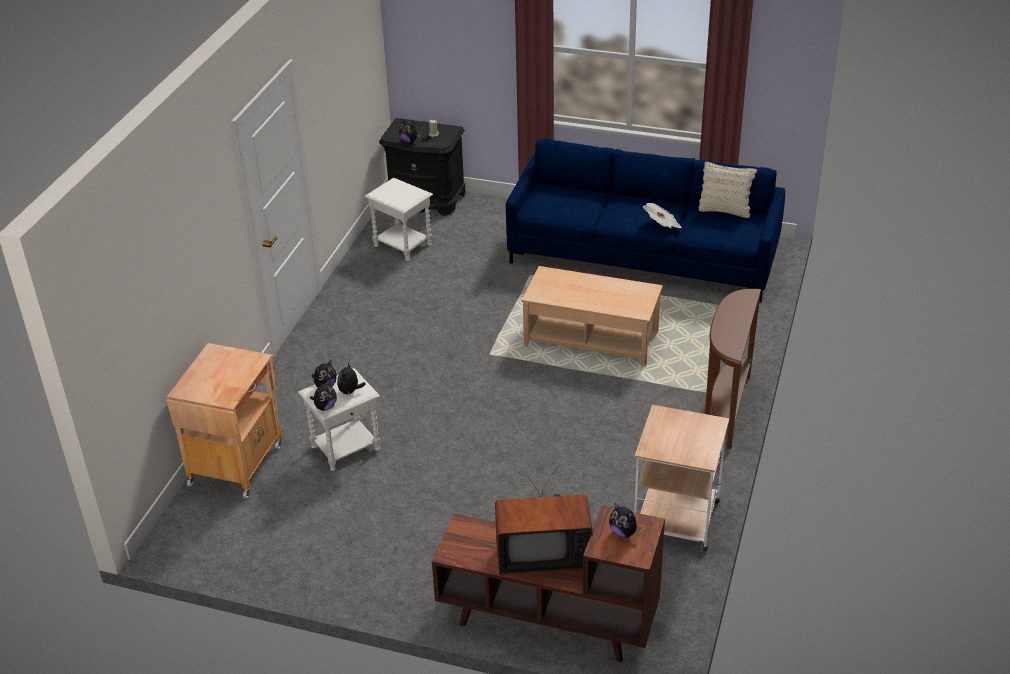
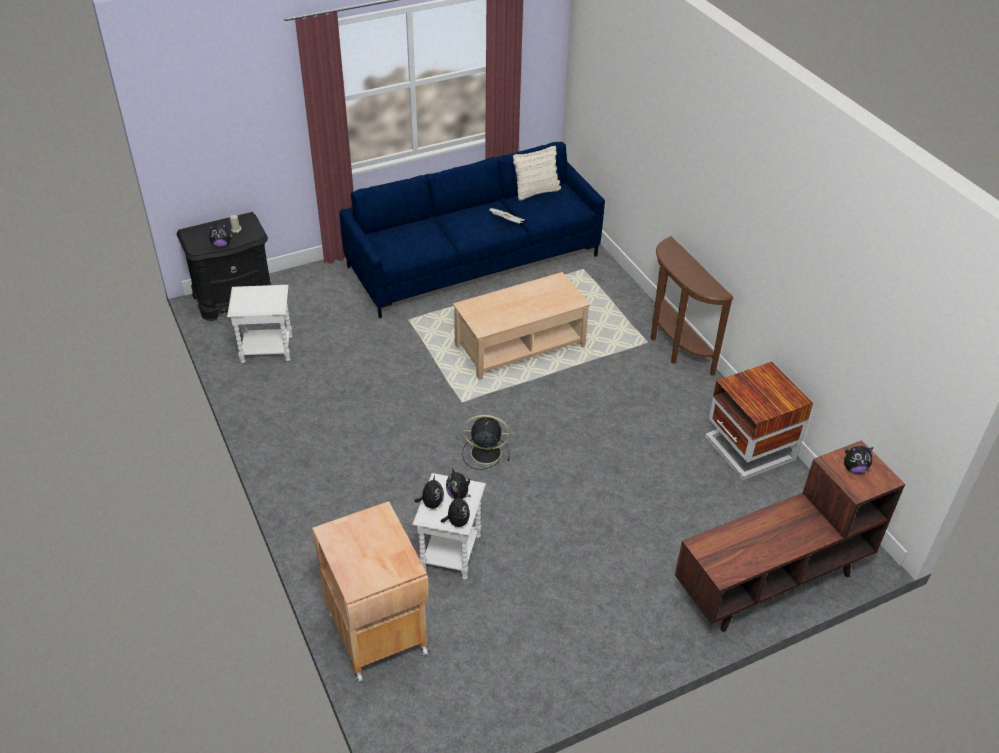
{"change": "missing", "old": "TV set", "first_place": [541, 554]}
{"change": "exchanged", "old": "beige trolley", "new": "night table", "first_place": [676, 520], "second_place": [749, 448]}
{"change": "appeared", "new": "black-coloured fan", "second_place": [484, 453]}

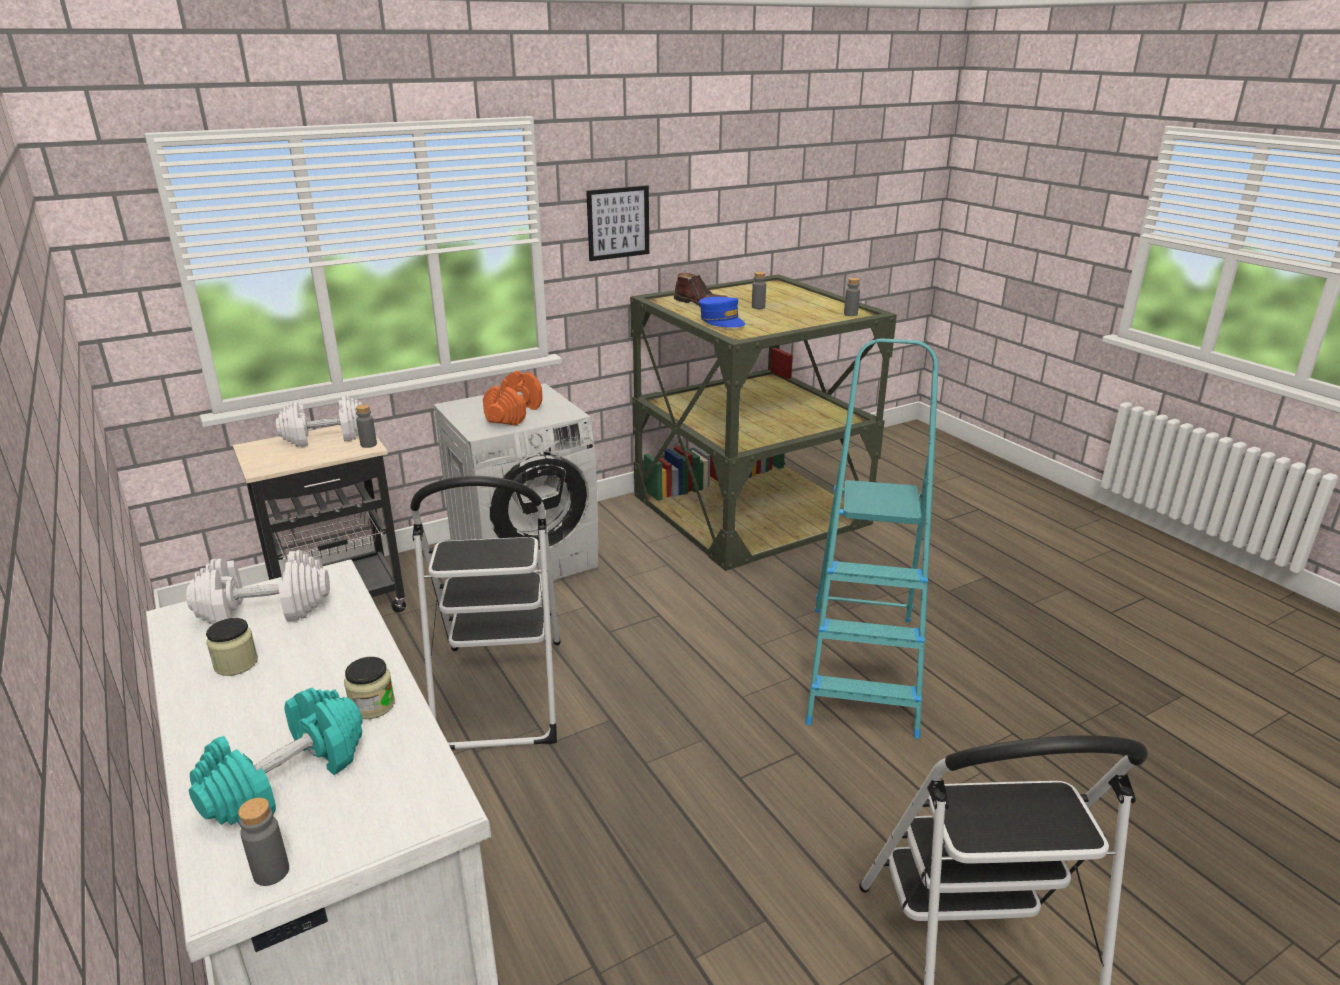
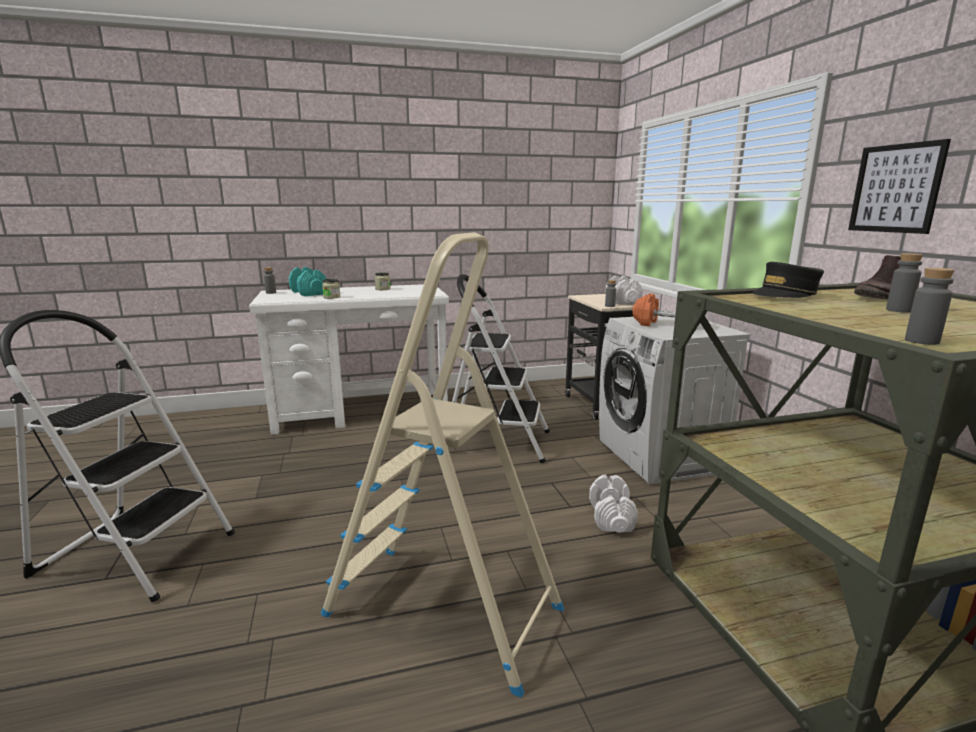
{"change": "relocated", "old": "whitish hand weight", "first_place": [264, 610], "second_place": [611, 516]}
{"change": "colour", "old": "blue-coloured baseball cap", "new": "black-coloured baseball cap", "first_place": [721, 321], "second_place": [785, 294]}
{"change": "colour", "old": "turquoise step stool", "new": "beige step stool", "first_place": [862, 667], "second_place": [441, 611]}

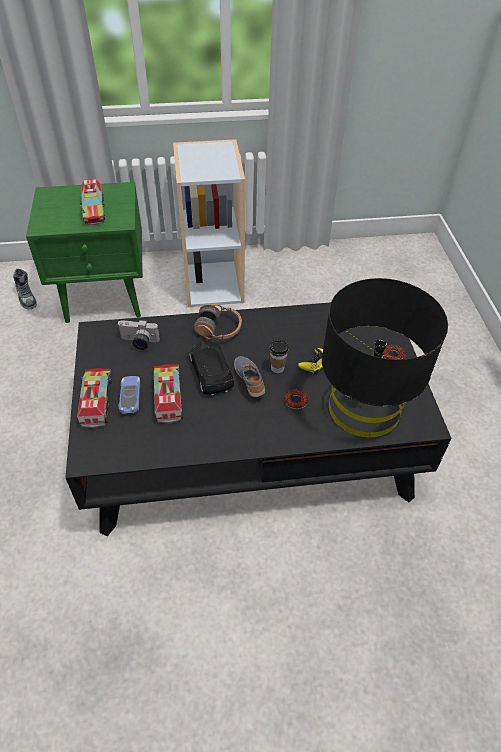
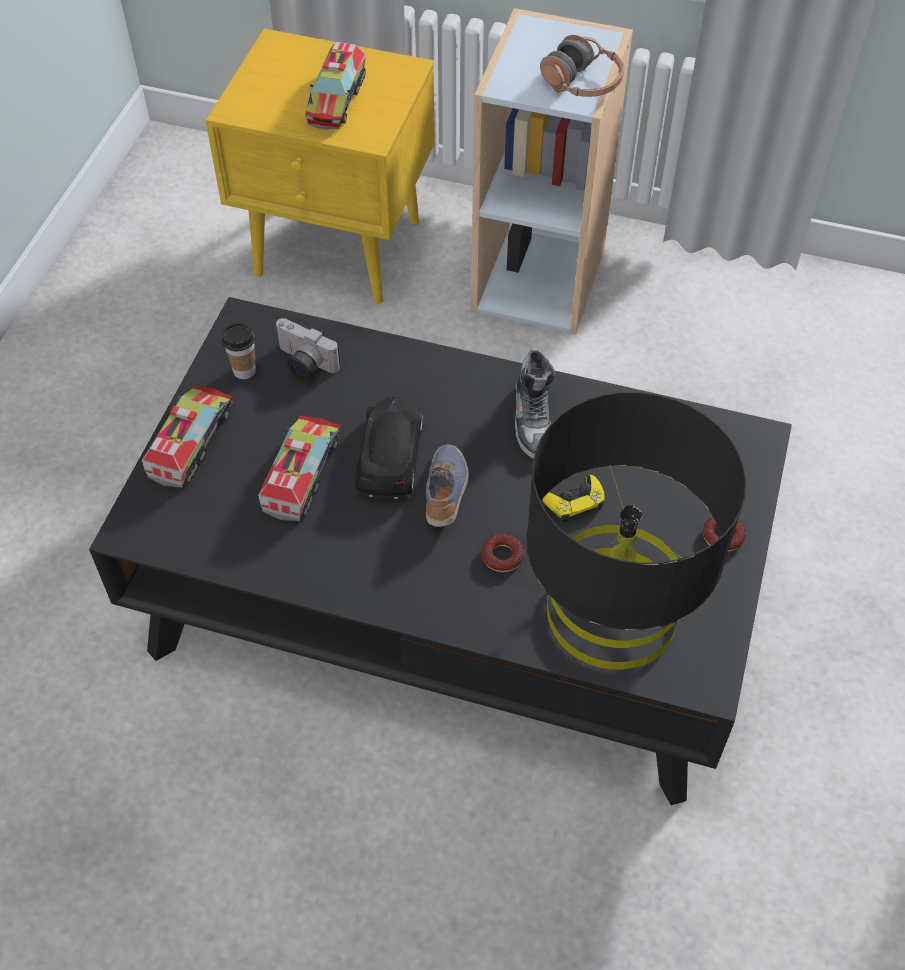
{"change": "relocated", "old": "item of footwear", "first_place": [26, 297], "second_place": [533, 420]}
{"change": "colour", "old": "greenish night table", "new": "yellowish night table", "first_place": [105, 297], "second_place": [340, 248]}
{"change": "missing", "old": "toy car", "first_place": [130, 397]}
{"change": "relocated", "old": "pair of headphones", "first_place": [218, 329], "second_place": [582, 83]}
{"change": "relocated", "old": "cup", "first_place": [277, 368], "second_place": [244, 370]}

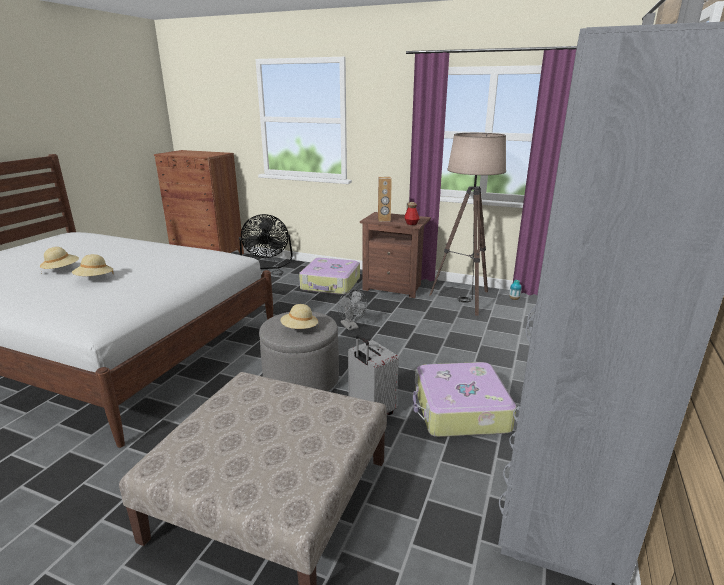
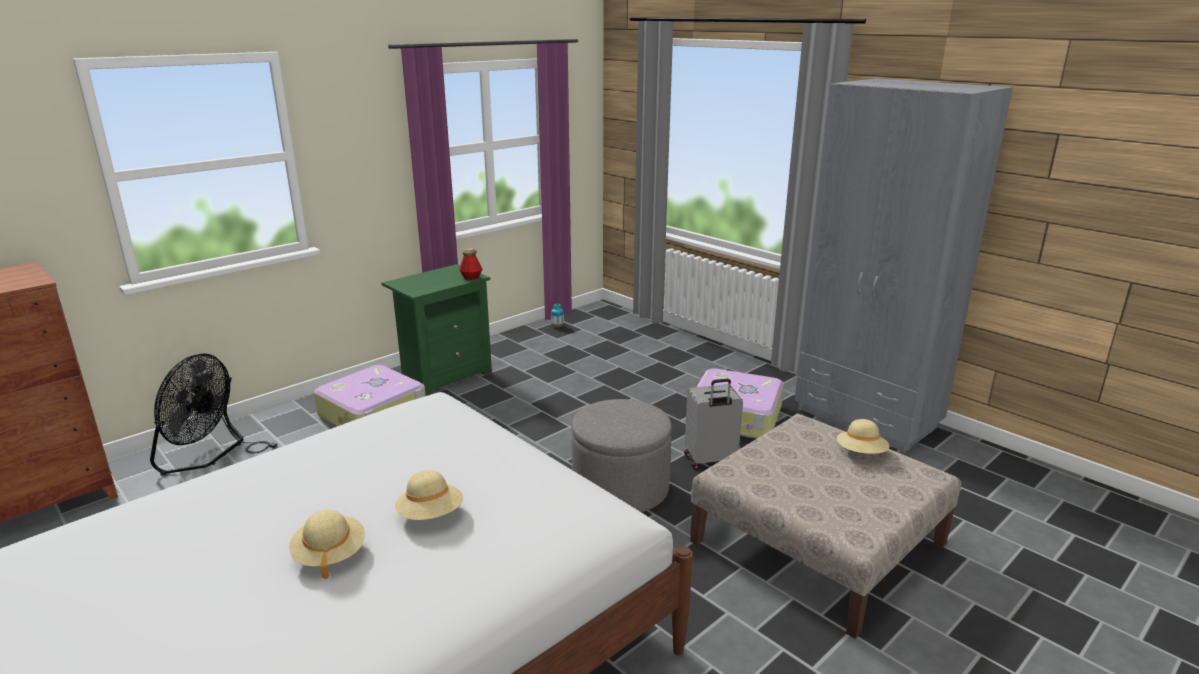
{"change": "relocated", "old": "beige hat", "first_place": [299, 329], "second_place": [861, 453]}
{"change": "missing", "old": "grey fan", "first_place": [351, 327]}
{"change": "colour", "old": "brownish night table", "new": "greenish night table", "first_place": [394, 287], "second_place": [445, 375]}
{"change": "missing", "old": "brownish speaker", "first_place": [384, 220]}
{"change": "missing", "old": "floor lamp", "first_place": [464, 300]}

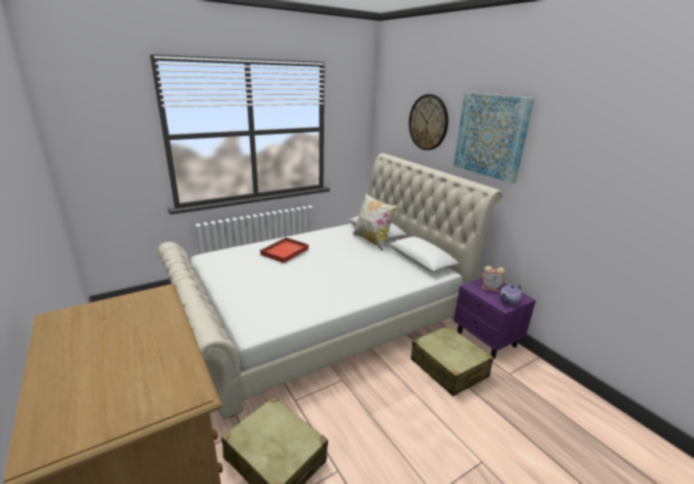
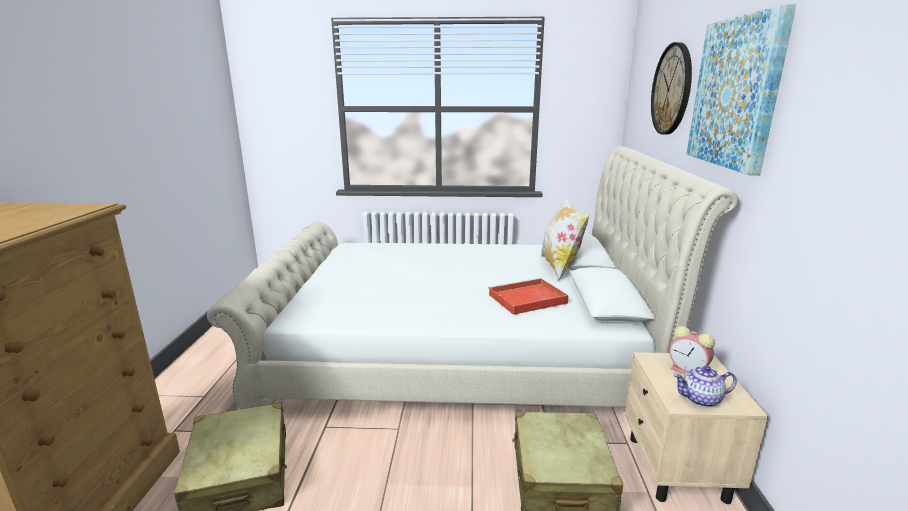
{"change": "relocated", "old": "red-coloured tray", "first_place": [284, 252], "second_place": [526, 299]}
{"change": "colour", "old": "purple night table", "new": "beige night table", "first_place": [486, 339], "second_place": [676, 468]}

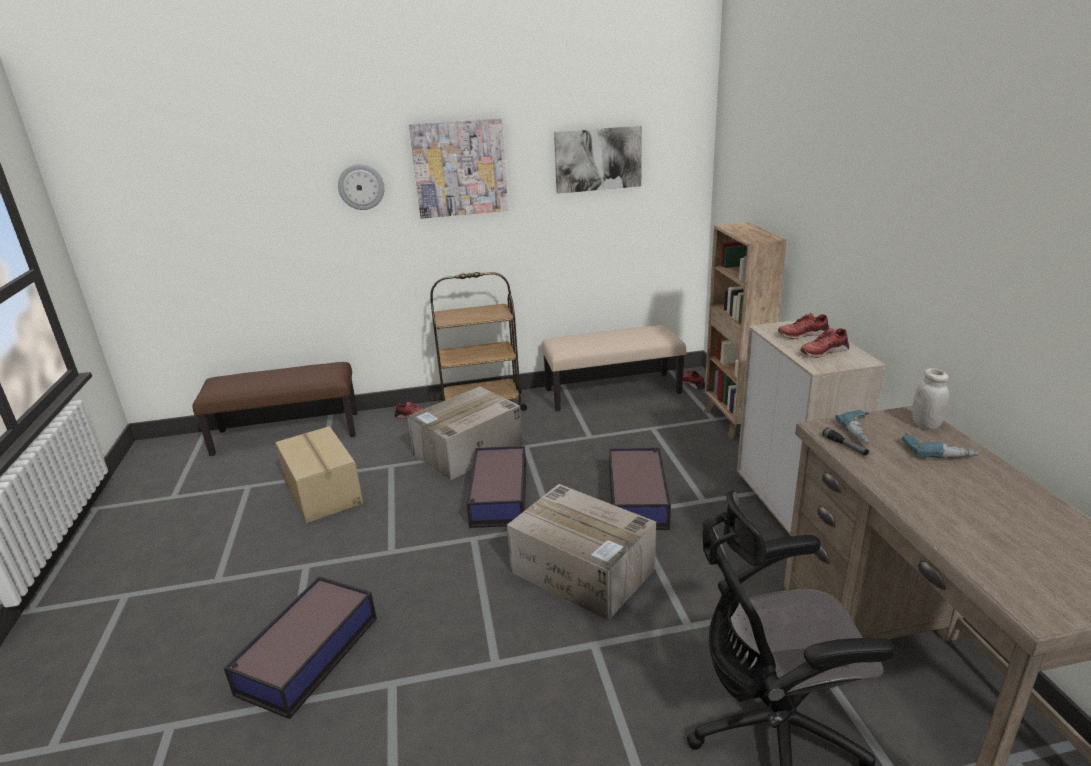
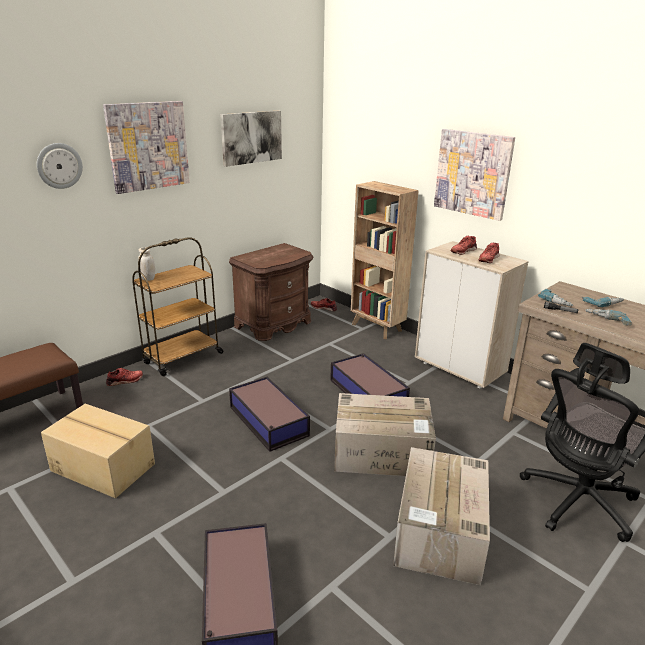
{"change": "relocated", "old": "packing box", "first_place": [467, 450], "second_place": [440, 532]}
{"change": "exchanged", "old": "beige indoor bench", "new": "brownish night table", "first_place": [613, 391], "second_place": [276, 324]}
{"change": "relocated", "old": "whitish preserve jar", "first_place": [925, 425], "second_place": [148, 279]}
{"change": "appeared", "new": "picture", "second_place": [473, 173]}
{"change": "appeared", "new": "power drill", "second_place": [606, 321]}

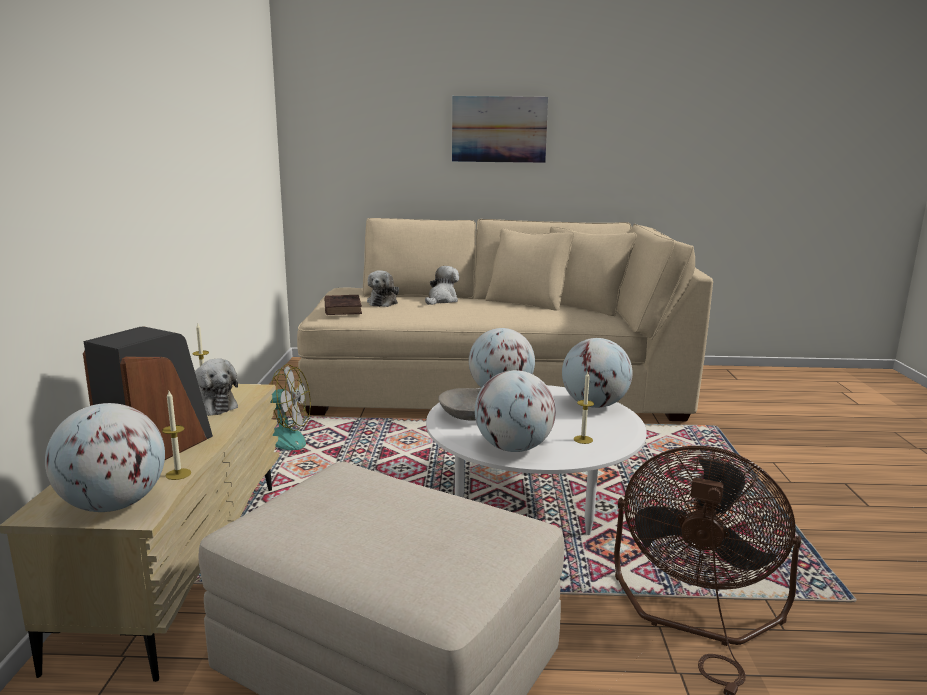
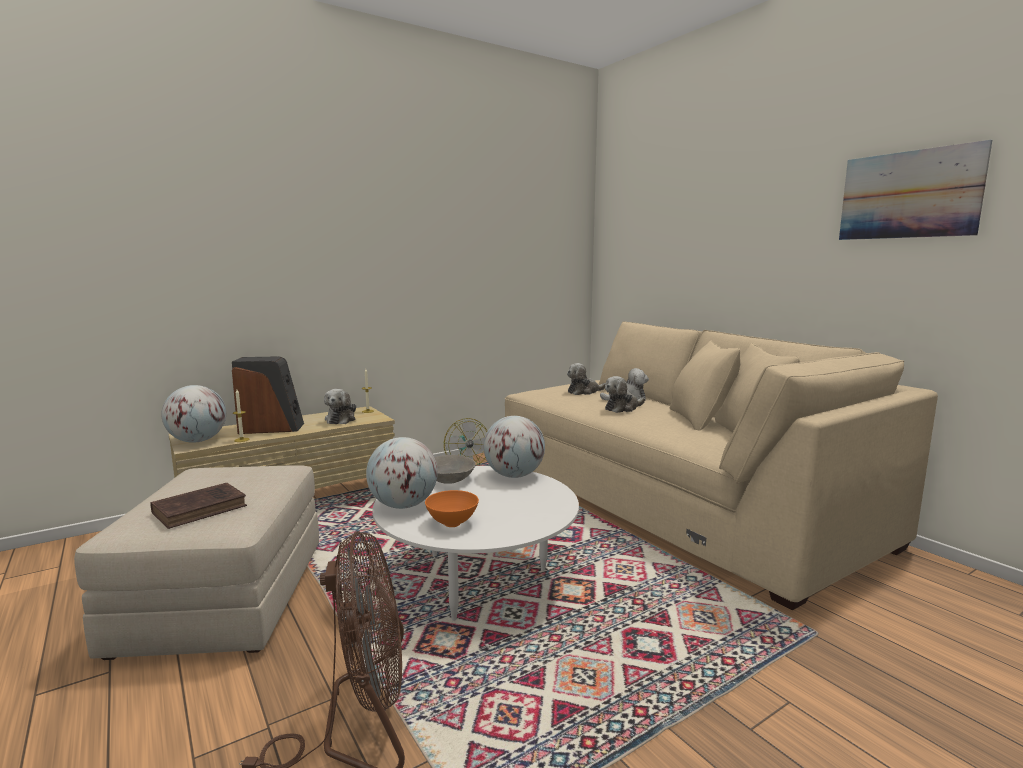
{"change": "relocated", "old": "brownish book", "first_place": [342, 308], "second_place": [202, 509]}
{"change": "relocated", "old": "picture", "first_place": [499, 129], "second_place": [908, 195]}
{"change": "missing", "old": "globe", "first_place": [594, 405]}
{"change": "exchanged", "old": "candle", "new": "orange deep dish", "first_place": [583, 439], "second_place": [452, 523]}
{"change": "appeared", "new": "soft toy", "second_place": [622, 408]}

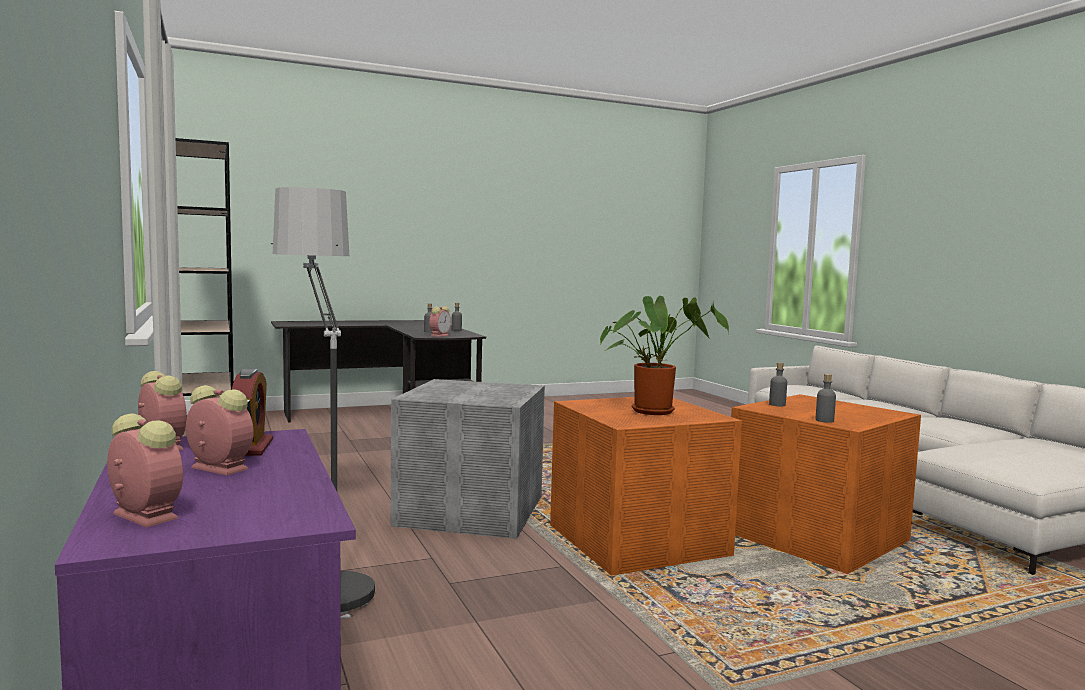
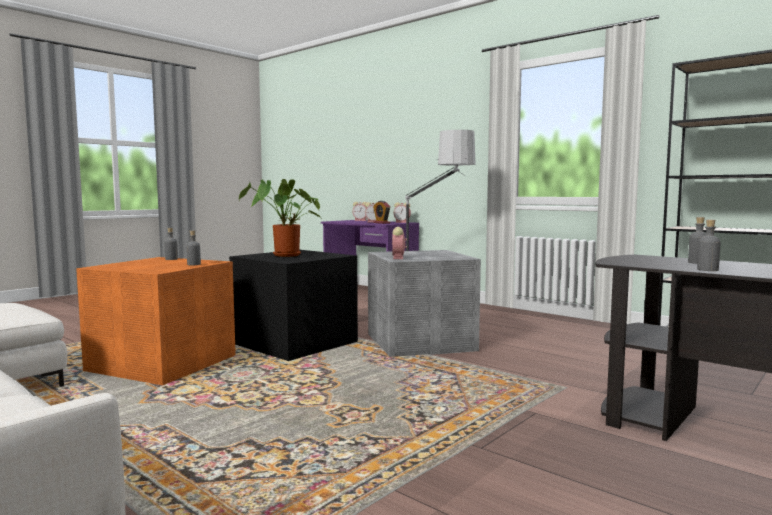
{"change": "relocated", "old": "bedside clock", "first_place": [440, 335], "second_place": [398, 258]}
{"change": "colour", "old": "orange storage bin", "new": "black-coloured storage bin", "first_place": [634, 540], "second_place": [297, 343]}

